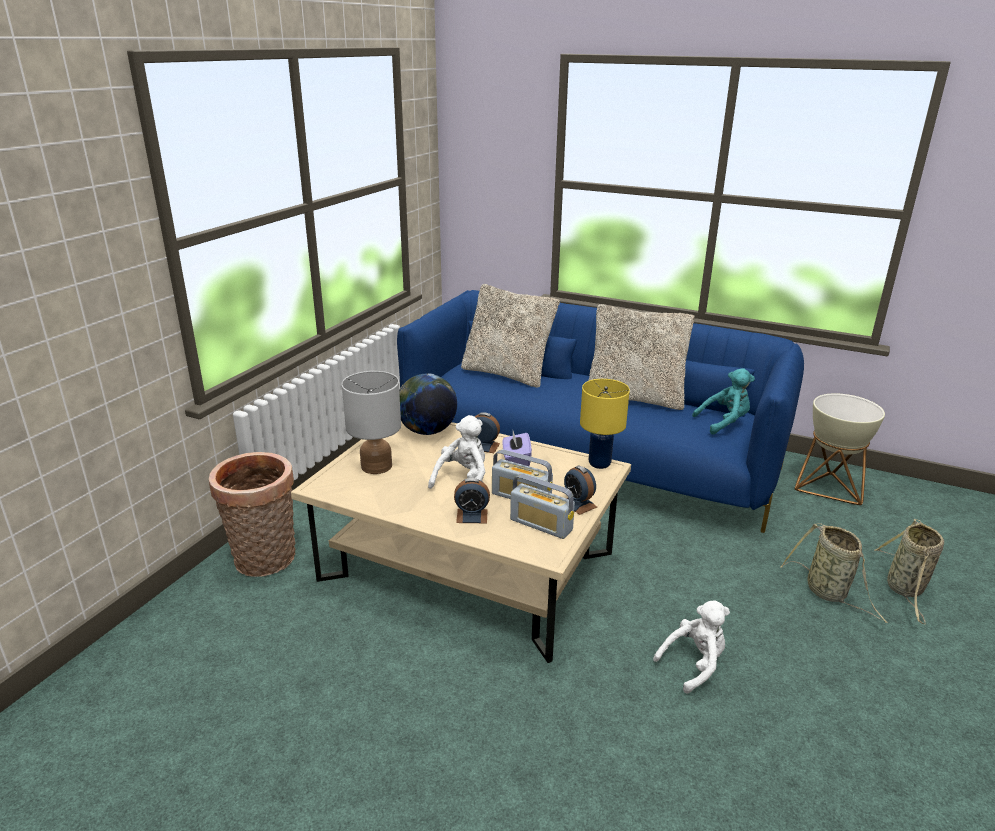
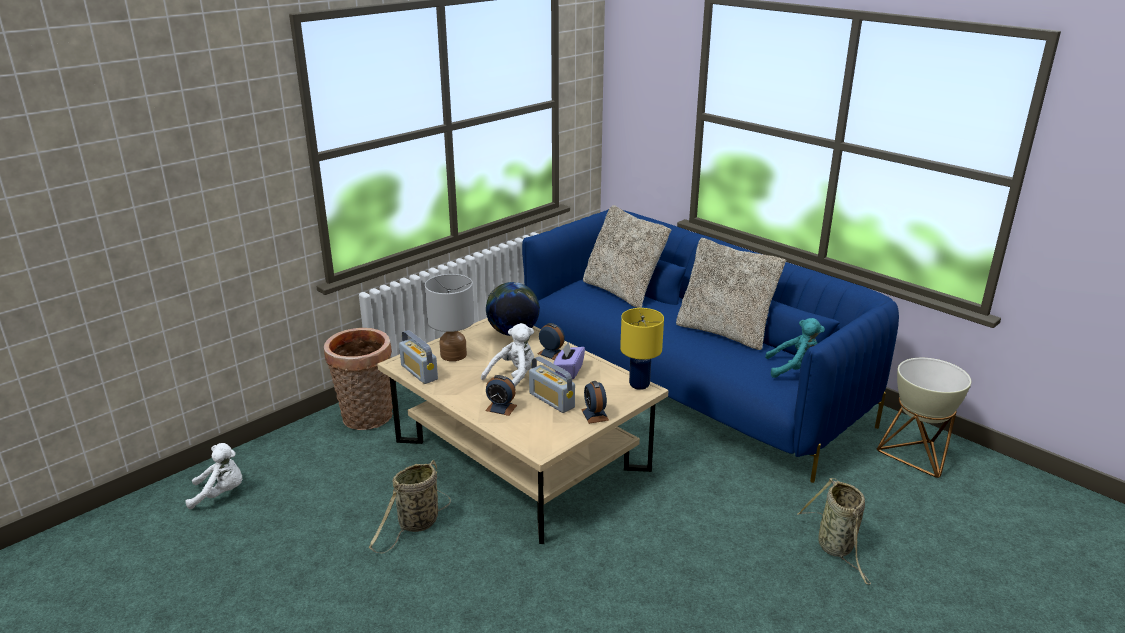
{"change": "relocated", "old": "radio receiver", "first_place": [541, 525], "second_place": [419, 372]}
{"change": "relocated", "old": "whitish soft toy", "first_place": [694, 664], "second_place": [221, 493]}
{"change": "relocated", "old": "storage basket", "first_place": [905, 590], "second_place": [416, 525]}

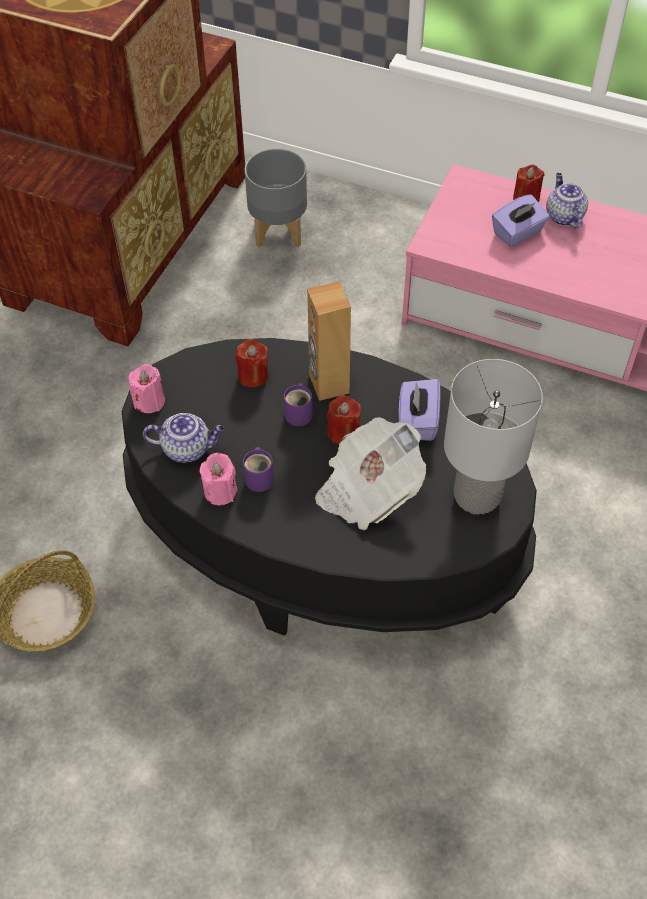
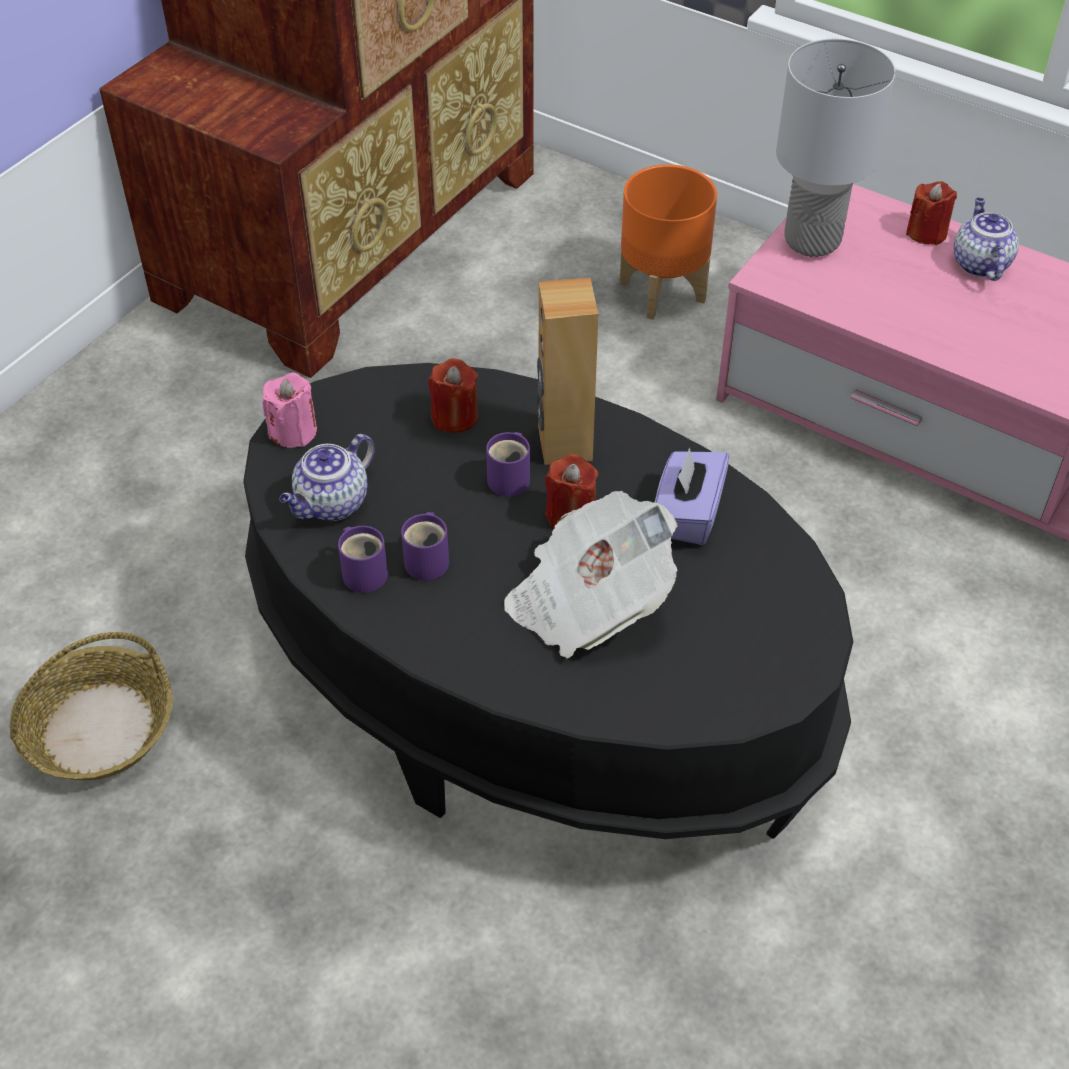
{"change": "spun", "old": "tea pot", "first_place": [187, 448], "second_place": [331, 504], "degrees": 120}
{"change": "exchanged", "old": "pinkish candle", "new": "purple coffee mug", "first_place": [220, 491], "second_place": [364, 571]}
{"change": "missing", "old": "grey planter", "first_place": [279, 231]}
{"change": "relocated", "old": "grey lamp for a table", "first_place": [477, 498], "second_place": [812, 244]}
{"change": "missing", "old": "purple tissue box", "first_place": [518, 233]}
{"change": "appeared", "new": "orange planter", "second_place": [663, 291]}

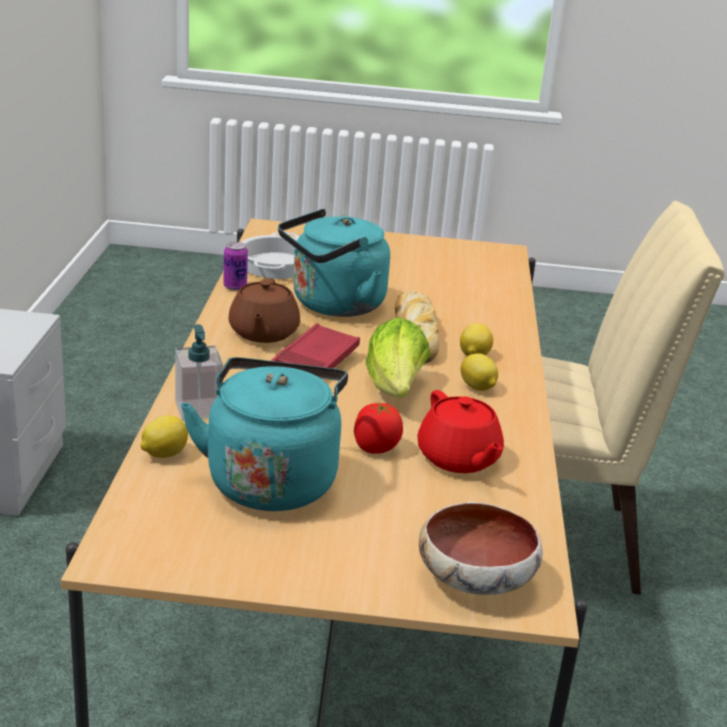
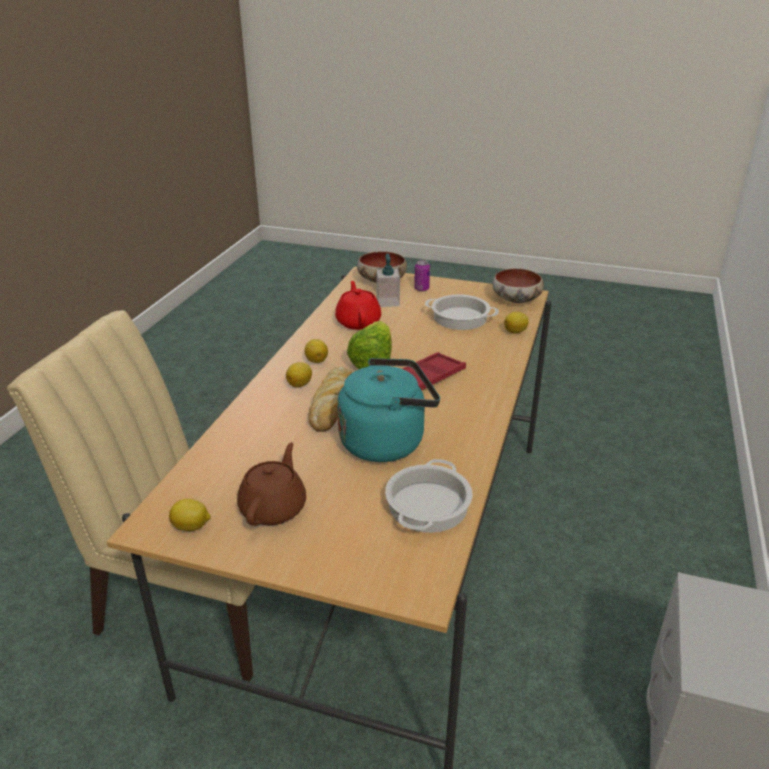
{"change": "relocated", "old": "liquid soap bottle", "first_place": [198, 409], "second_place": [388, 302]}
{"change": "exchanged", "old": "turquoise tea kettle", "new": "cooking pot", "first_place": [272, 479], "second_place": [459, 318]}
{"change": "relocated", "old": "sealed can", "first_place": [235, 287], "second_place": [421, 289]}
{"change": "relocated", "old": "brownish tea pot", "first_place": [263, 333], "second_place": [274, 508]}
{"change": "missing", "old": "whole tomato", "first_place": [375, 448]}
{"change": "appeared", "new": "citrus fruit", "second_place": [192, 527]}
{"change": "appeared", "new": "deep dish", "second_place": [516, 300]}

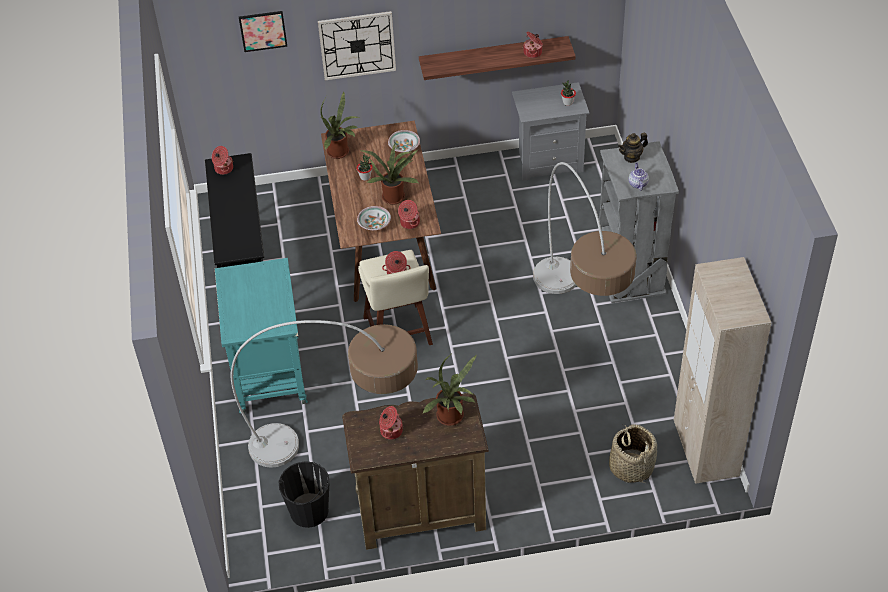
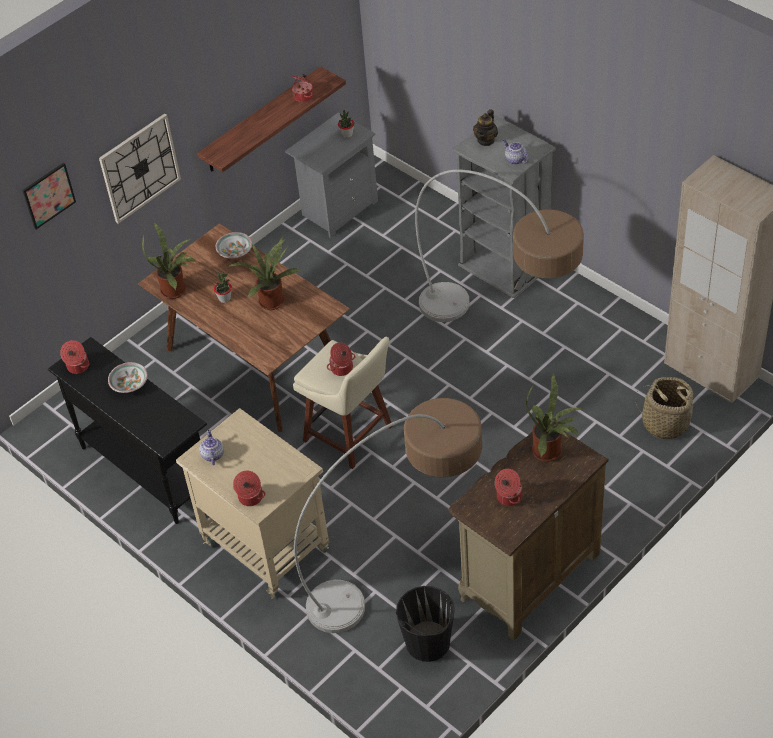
{"change": "colour", "old": "turquoise trolley", "new": "beige trolley", "first_place": [270, 375], "second_place": [265, 546]}
{"change": "relocated", "old": "deep dish", "first_place": [374, 224], "second_place": [129, 385]}
{"change": "relocated", "old": "cooking pot", "first_place": [409, 223], "second_place": [250, 497]}
{"change": "appeared", "new": "tea pot", "second_place": [212, 455]}

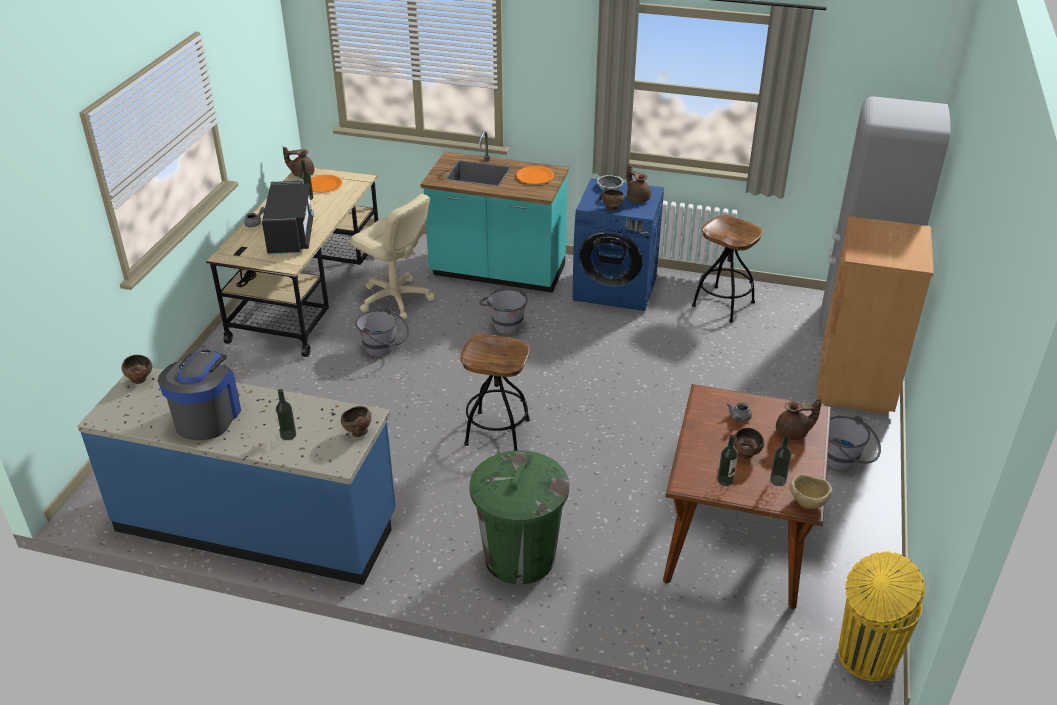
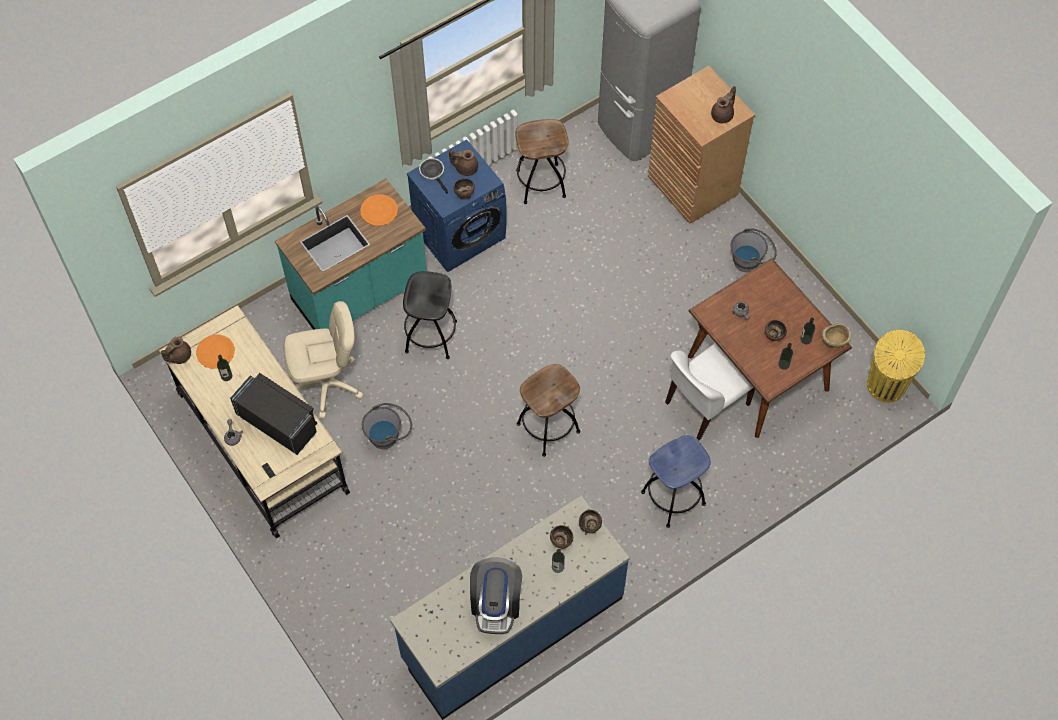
{"change": "relocated", "old": "brownish deep dish", "first_place": [140, 380], "second_place": [561, 542]}
{"change": "spun", "old": "coffee maker", "first_place": [207, 416], "second_place": [496, 603], "degrees": -135}
{"change": "exchanged", "old": "greenish waste bin", "new": "blue-coloured sitting stool", "first_place": [519, 557], "second_place": [673, 498]}
{"change": "exchanged", "old": "grey pail", "new": "black-coloured sitting stool", "first_place": [504, 324], "second_place": [431, 336]}
{"change": "relocated", "old": "brownish tea pot", "first_place": [793, 433], "second_place": [723, 115]}
{"change": "appeared", "new": "whitish plain chair", "second_place": [705, 404]}

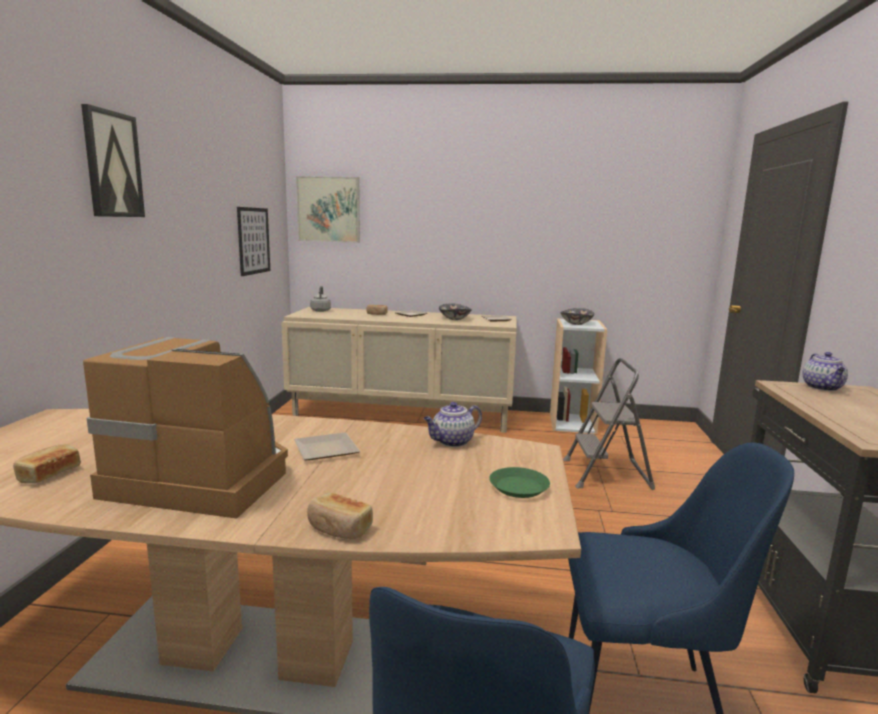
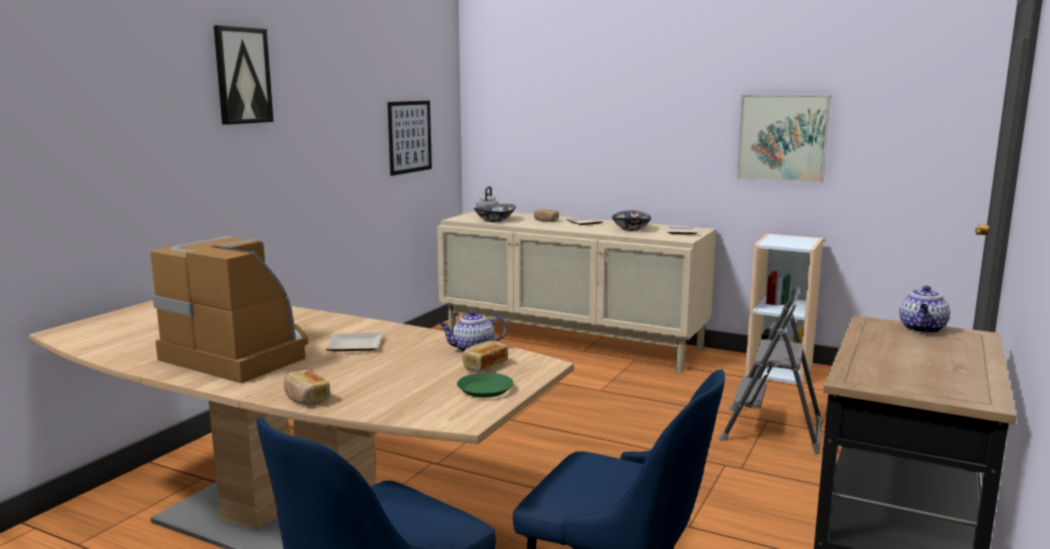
{"change": "relocated", "old": "baked bread", "first_place": [48, 474], "second_place": [484, 365]}
{"change": "relocated", "old": "picture", "first_place": [328, 209], "second_place": [782, 137]}
{"change": "relocated", "old": "deep dish", "first_place": [576, 323], "second_place": [495, 221]}

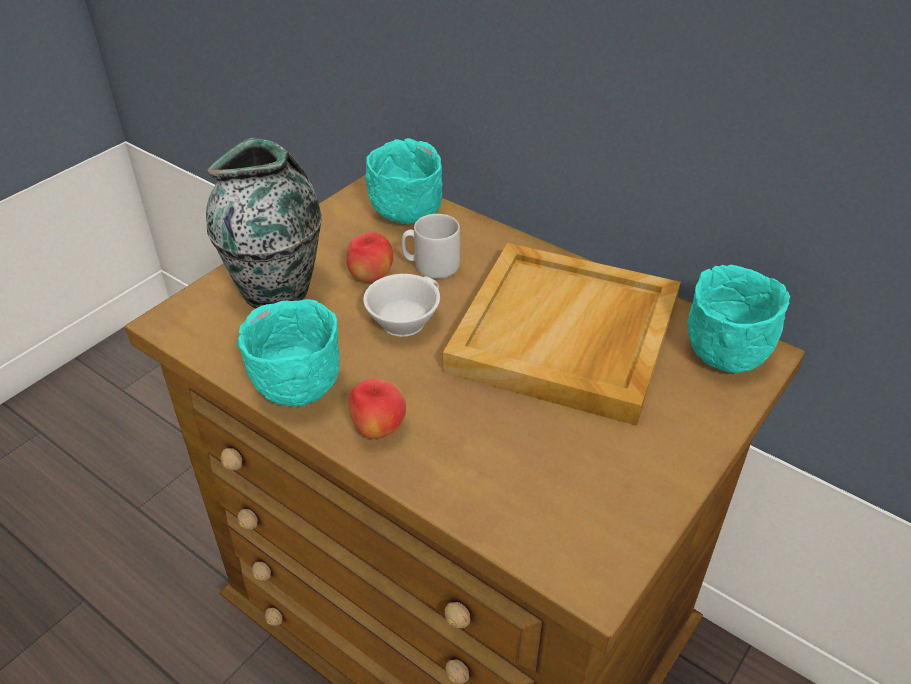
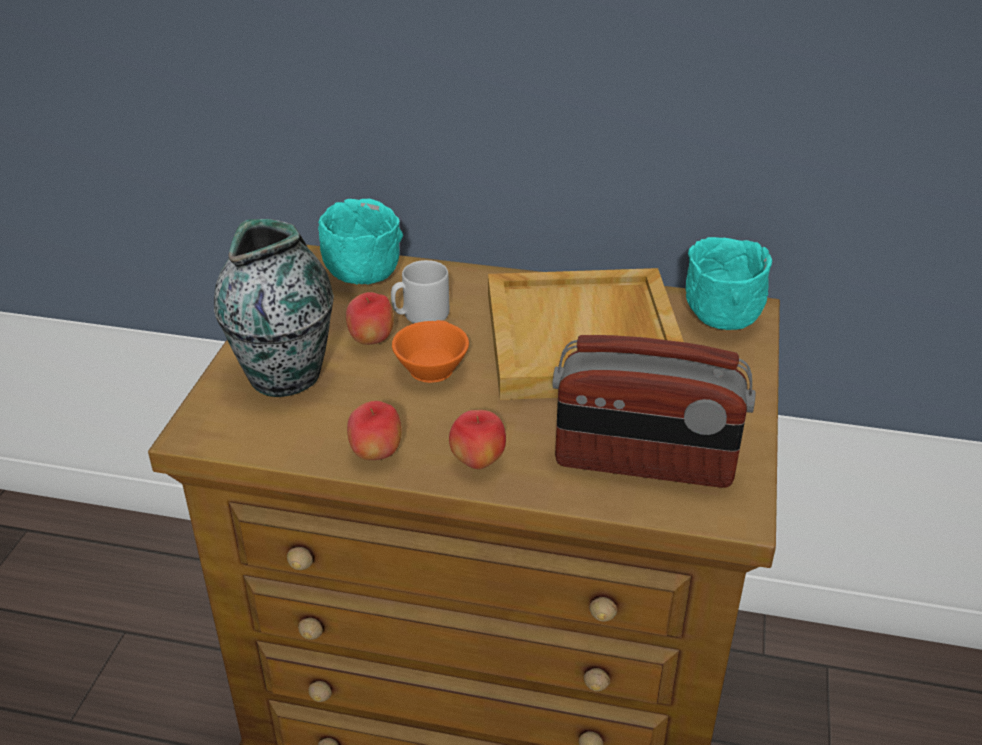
{"change": "exchanged", "old": "turquoise deep dish", "new": "apple fruit", "first_place": [296, 390], "second_place": [376, 454]}
{"change": "colour", "old": "whitish cup", "new": "orange cup", "first_place": [402, 319], "second_place": [429, 367]}
{"change": "appeared", "new": "radio receiver", "second_place": [644, 464]}

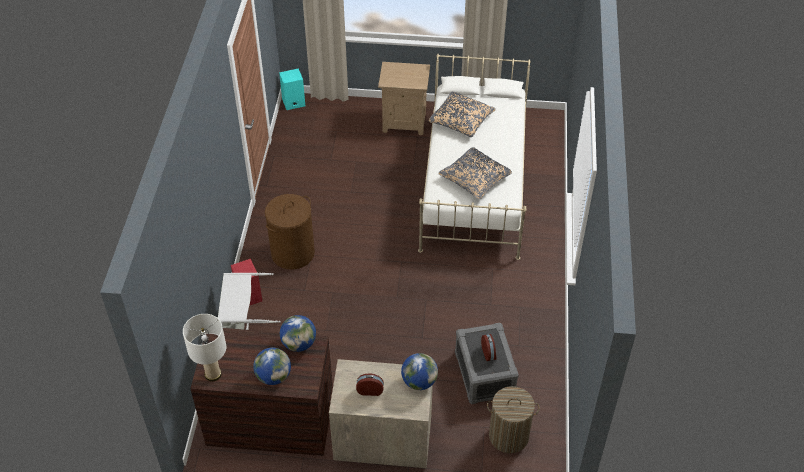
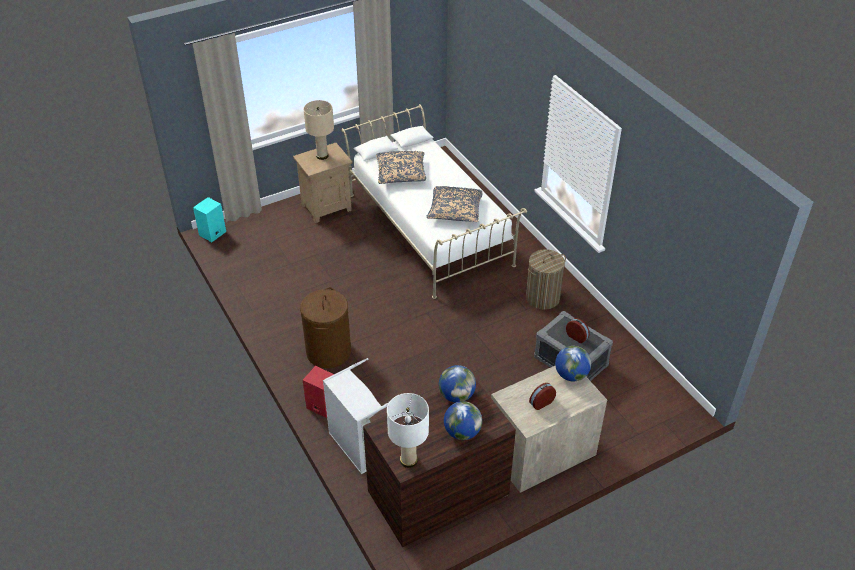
{"change": "relocated", "old": "hamper", "first_place": [508, 436], "second_place": [542, 298]}
{"change": "appeared", "new": "beige lamp for a table", "second_place": [322, 156]}

